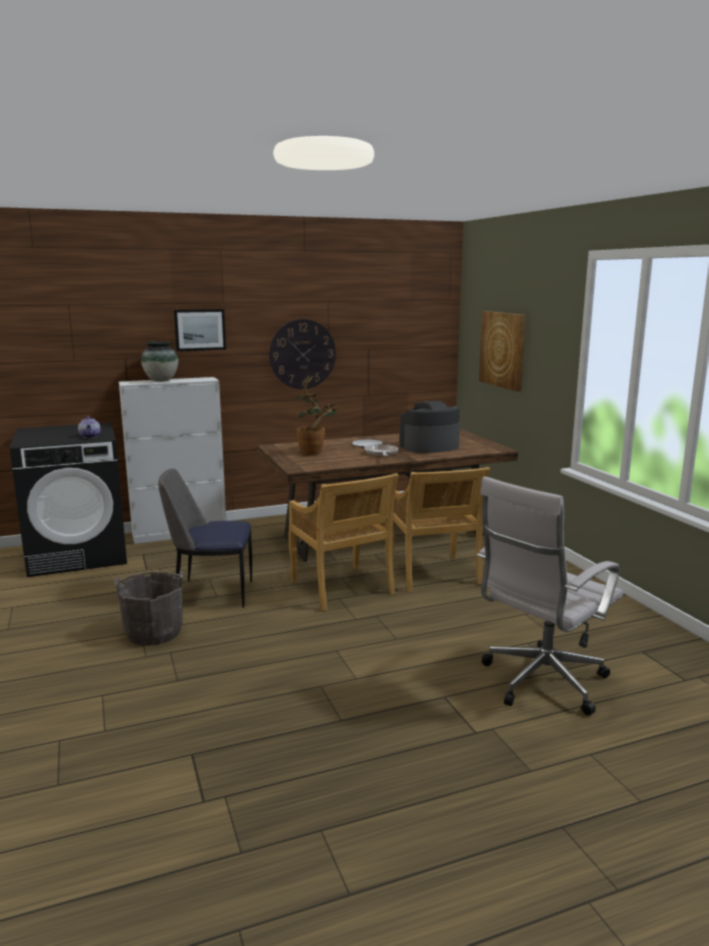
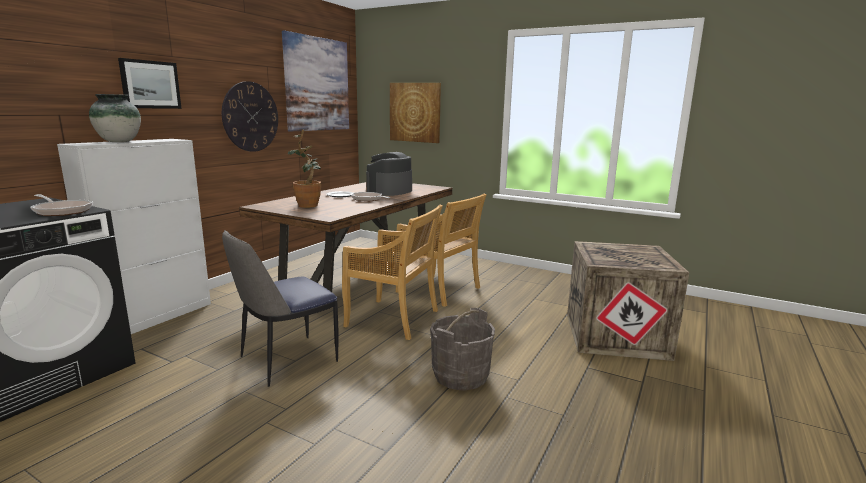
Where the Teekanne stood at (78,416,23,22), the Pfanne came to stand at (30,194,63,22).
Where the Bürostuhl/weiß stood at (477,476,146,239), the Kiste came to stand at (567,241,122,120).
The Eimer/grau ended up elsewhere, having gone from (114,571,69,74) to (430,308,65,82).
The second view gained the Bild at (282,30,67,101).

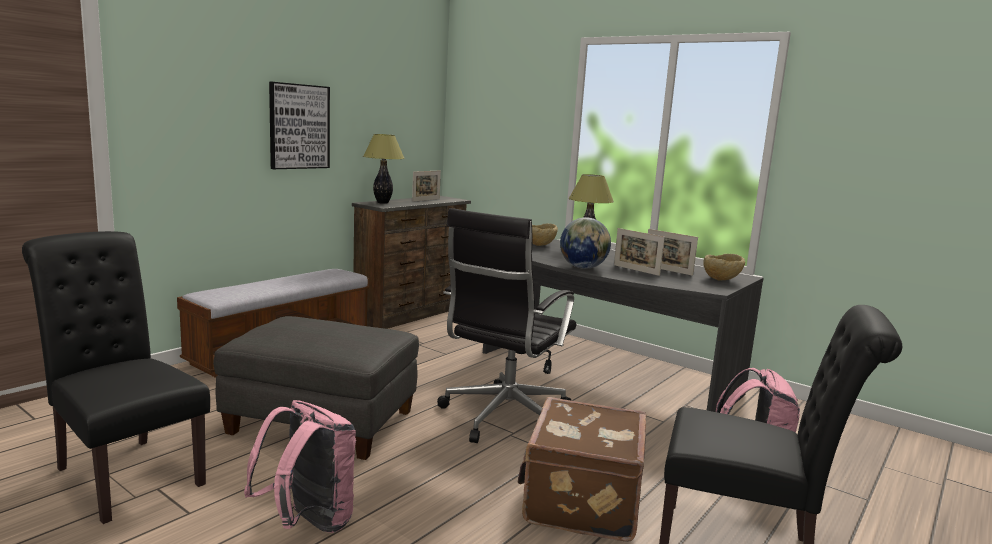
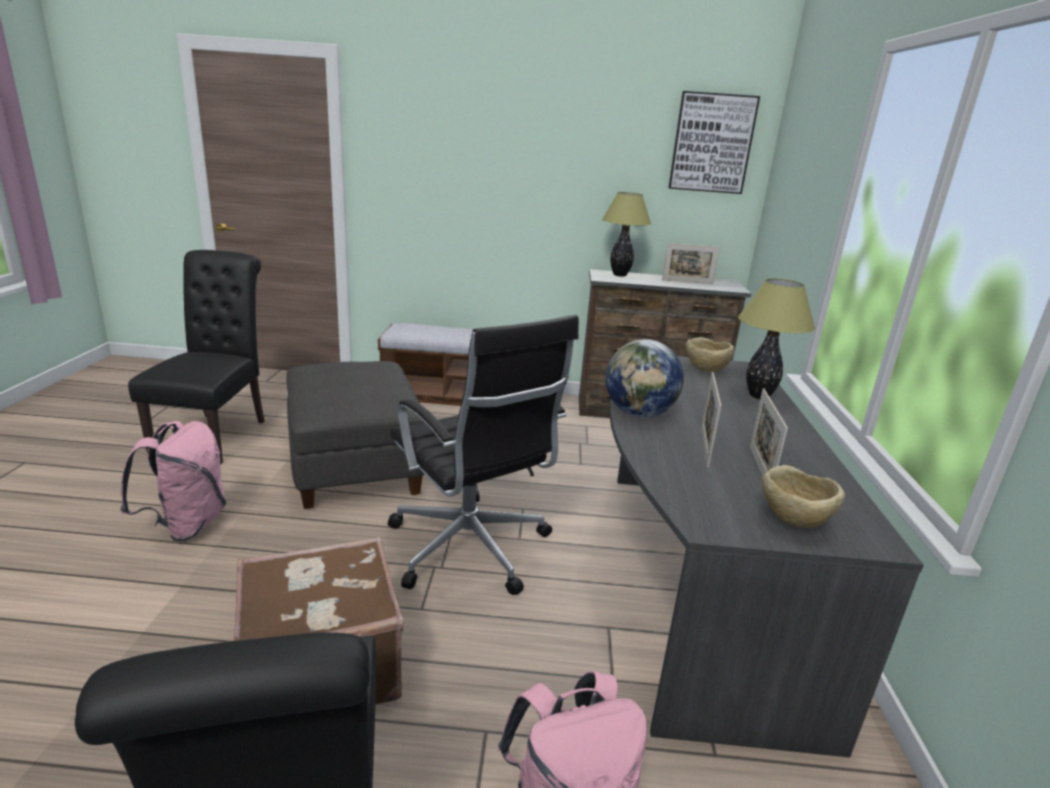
The Bild ended up elsewhere, having gone from (269,82,61,87) to (668,91,92,103).
The Bürostuhl/schwarz at (437,208,139,235) ended up facing another way, 120 degrees counterclockwise from before.

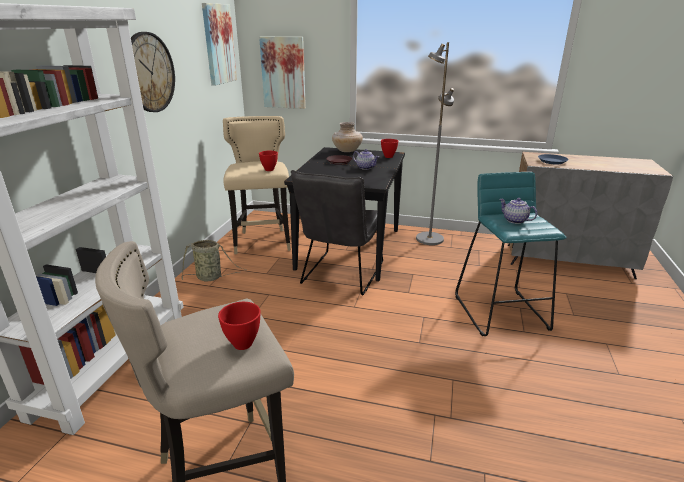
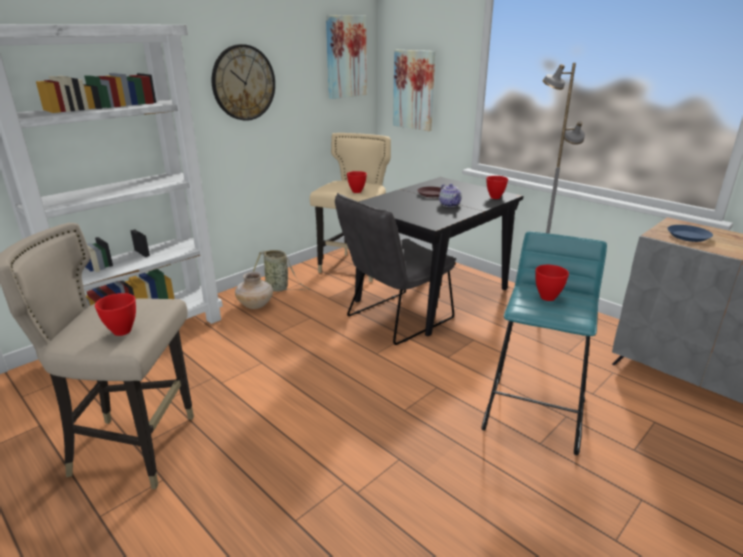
The Vase/beige ended up elsewhere, having gone from (332,122,31,30) to (235,272,38,37).
Where the Teekanne stood at (500,198,37,26), the Schüssel/rot came to stand at (535,265,34,36).

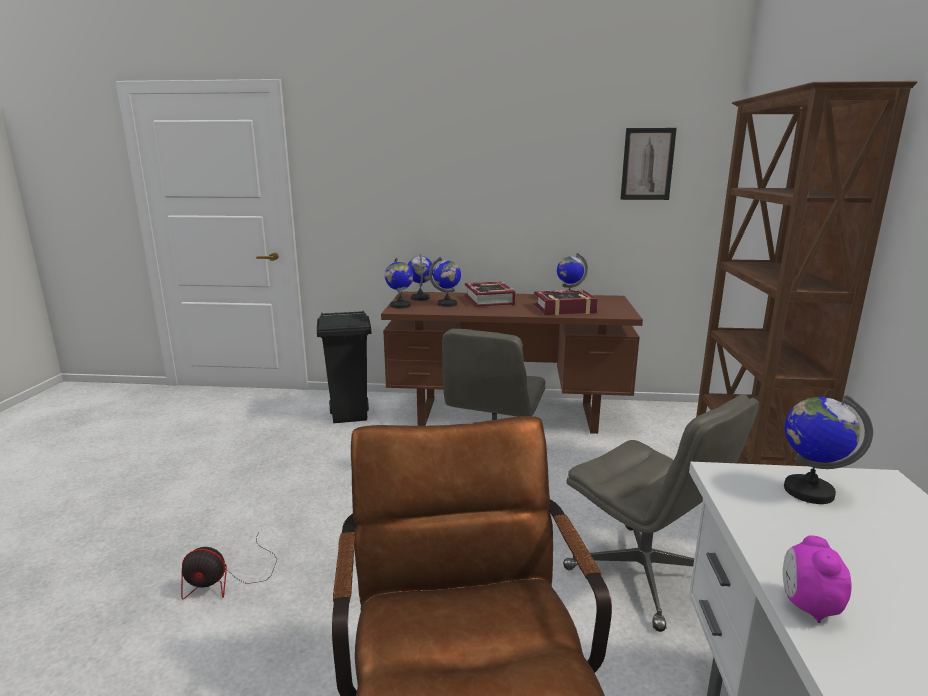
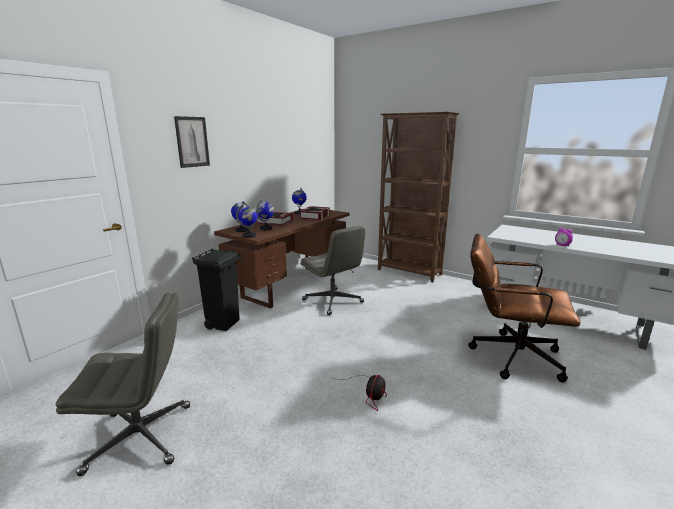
The Bild ended up elsewhere, having gone from (620,128,57,72) to (174,116,36,52).
The Bürostuhl/grau ended up elsewhere, having gone from (563,395,196,237) to (55,293,135,183).
The second view lost the Globus at (784,395,89,109).

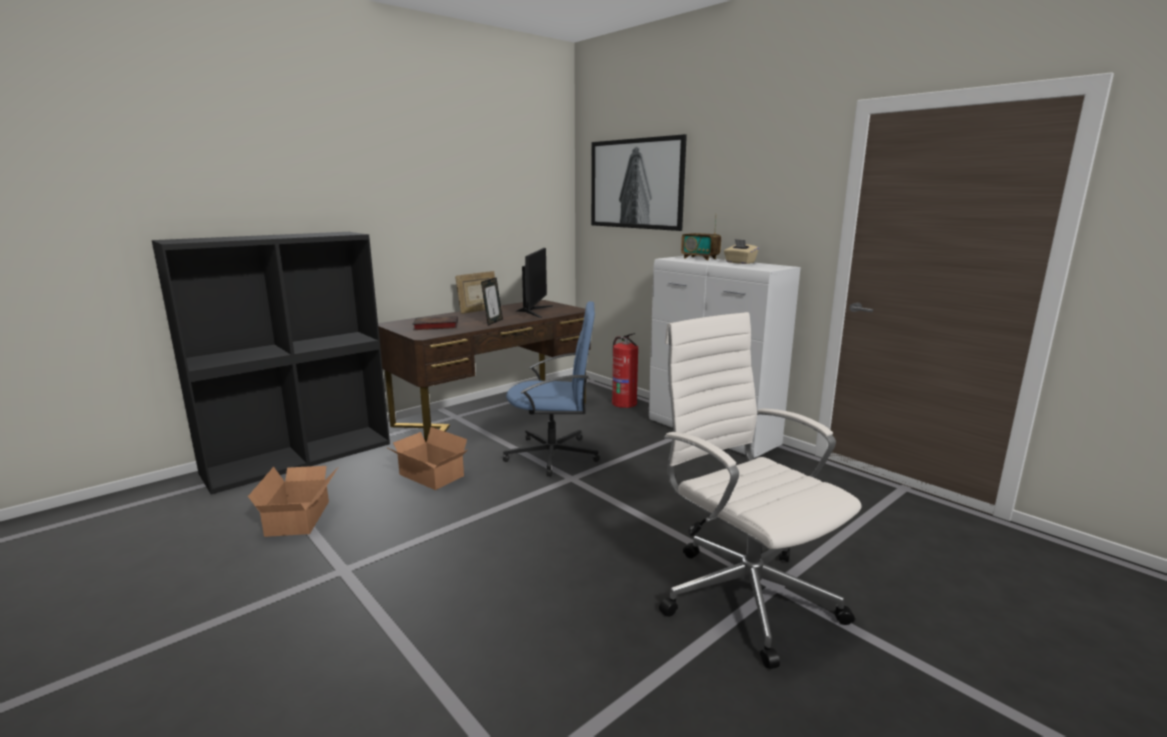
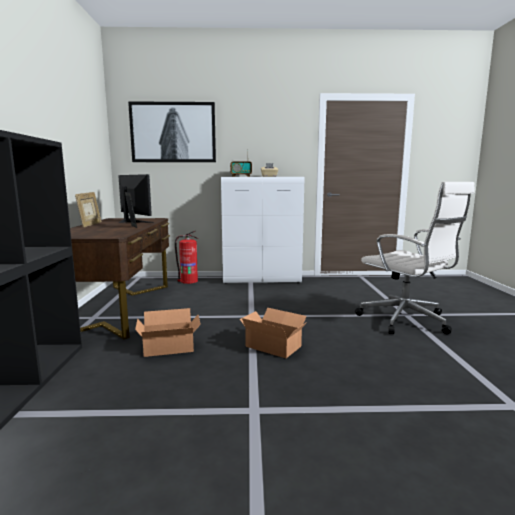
The second view lost the Bürostuhl/blau at (503,301,97,176).
The Bürostuhl/weiß at (659,312,203,357) ended up facing another way, 135 degrees counterclockwise from before.
The second view lost the Buch at (413,316,45,14).
The Karton ended up elsewhere, having gone from (248,466,90,71) to (240,308,67,50).

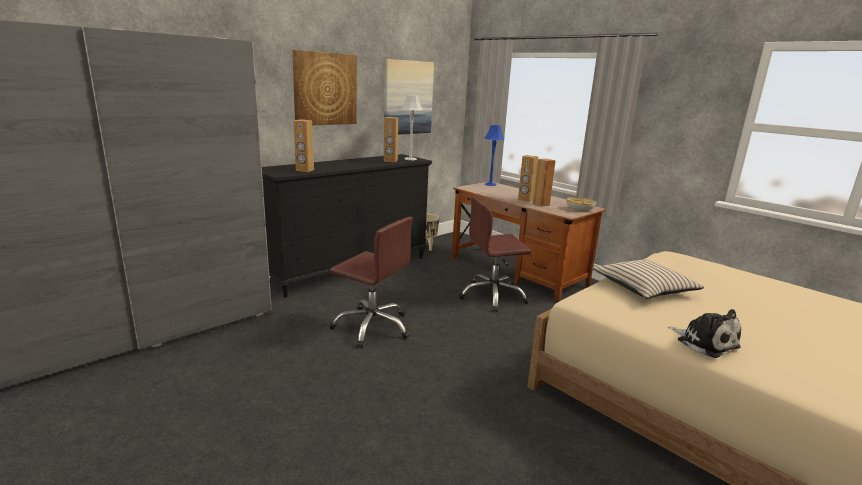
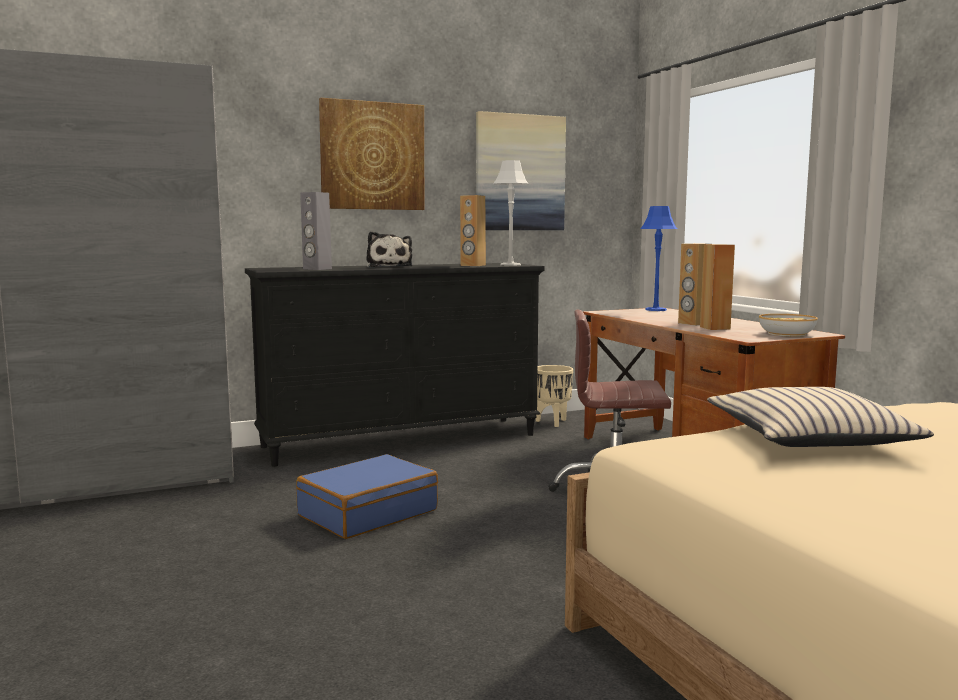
What was the Lautsprecher/braun at (293,119,21,53) turned into the Lautsprecher/grau at (300,192,32,78).
Where the Bürostuhl/braun stood at (329,217,84,131), the Koffer/blau came to stand at (296,454,142,85).
The Plüschtier ended up elsewhere, having gone from (668,309,73,49) to (366,231,46,36).

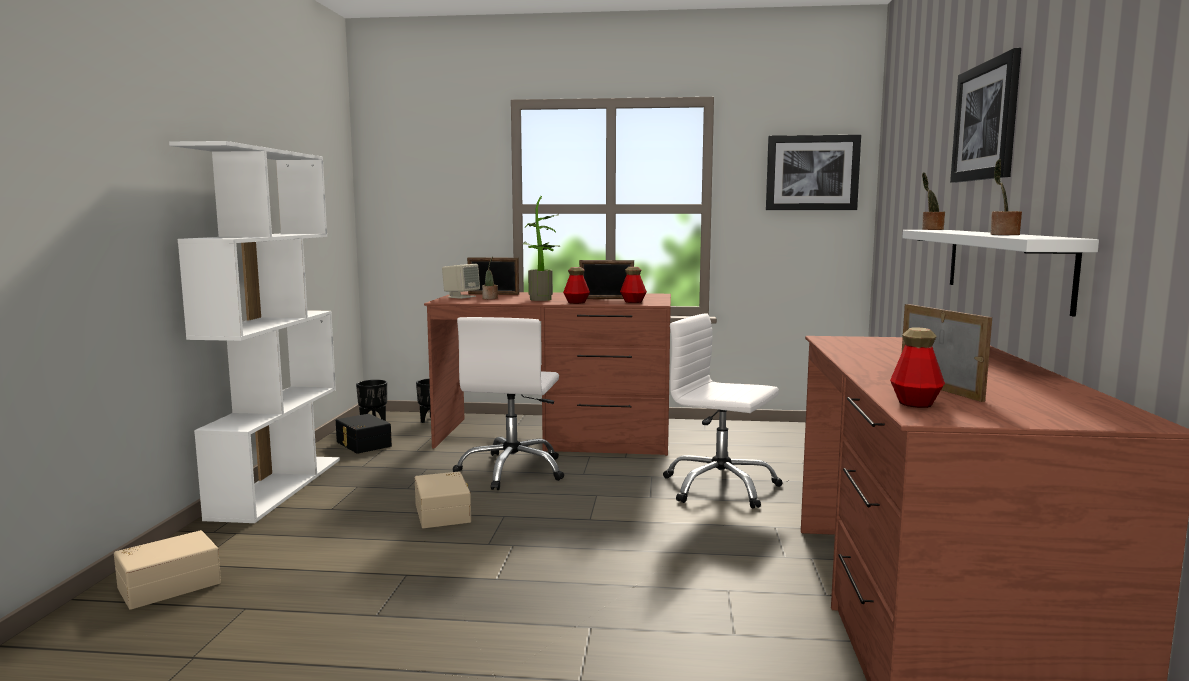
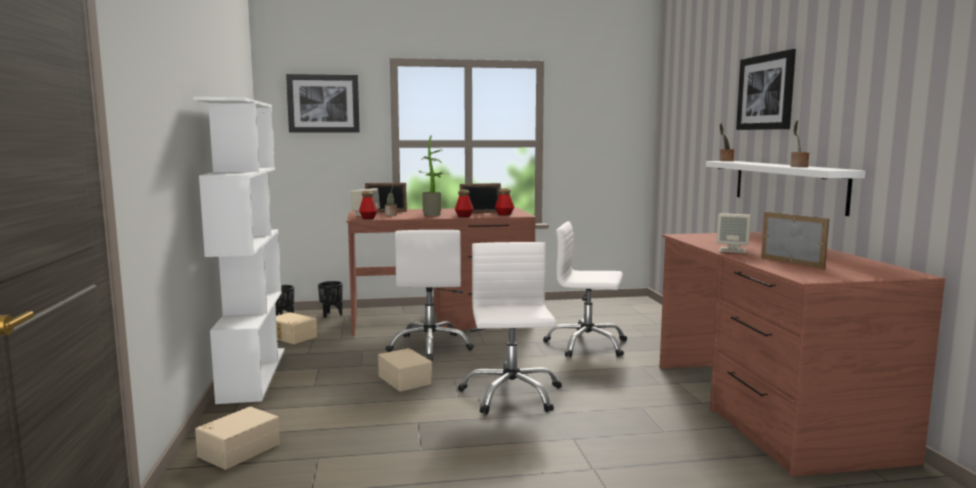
The Bild ended up elsewhere, having gone from (766,135,95,75) to (286,74,74,59).
The Flasche ended up elsewhere, having gone from (890,328,55,80) to (359,191,19,28).
What was the Aufbewahrungsbox/schwarz at (336,414,56,40) turned into the Aufbewahrungsbox/beige at (276,312,41,32).
The second view gained the Lautsprecher/beige at (716,213,35,40).
The second view gained the Bürostuhl/weiß at (458,242,104,172).

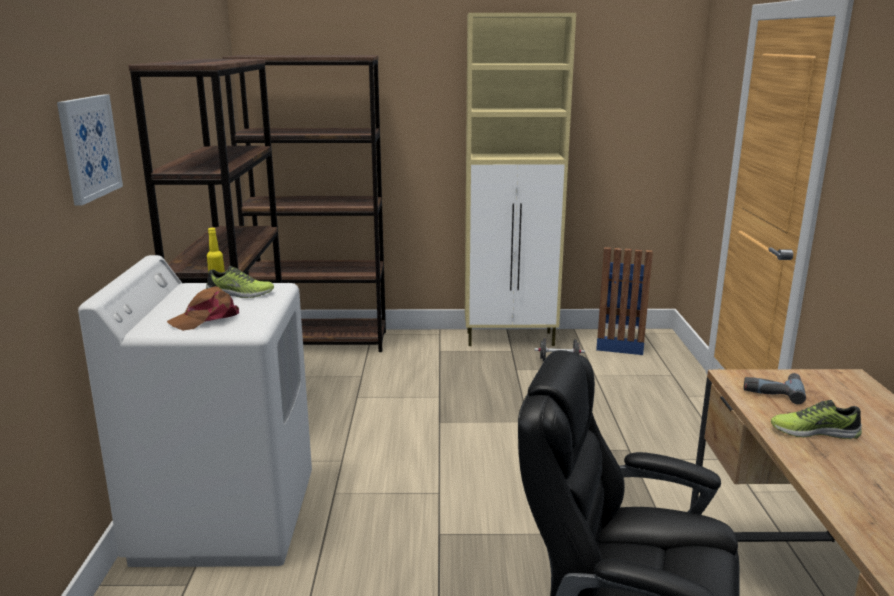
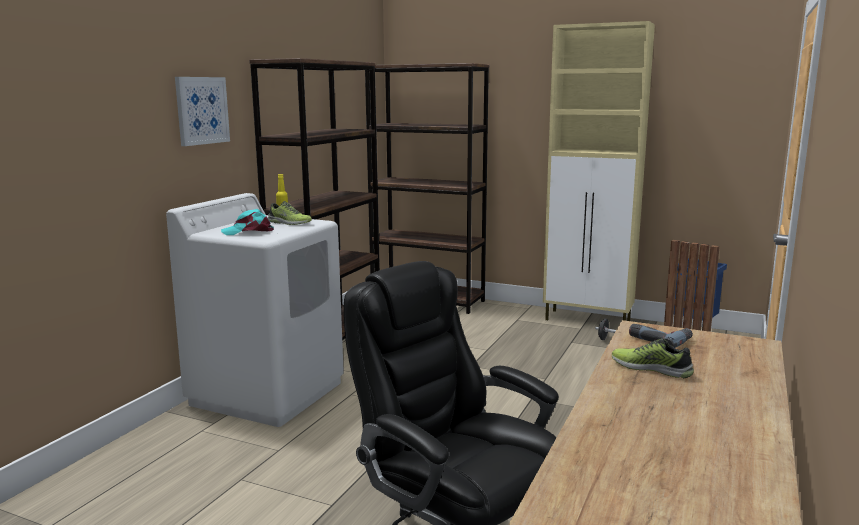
What was the Kappe/braun at (167,286,72,45) turned into the Kappe/türkis at (221,209,53,26).

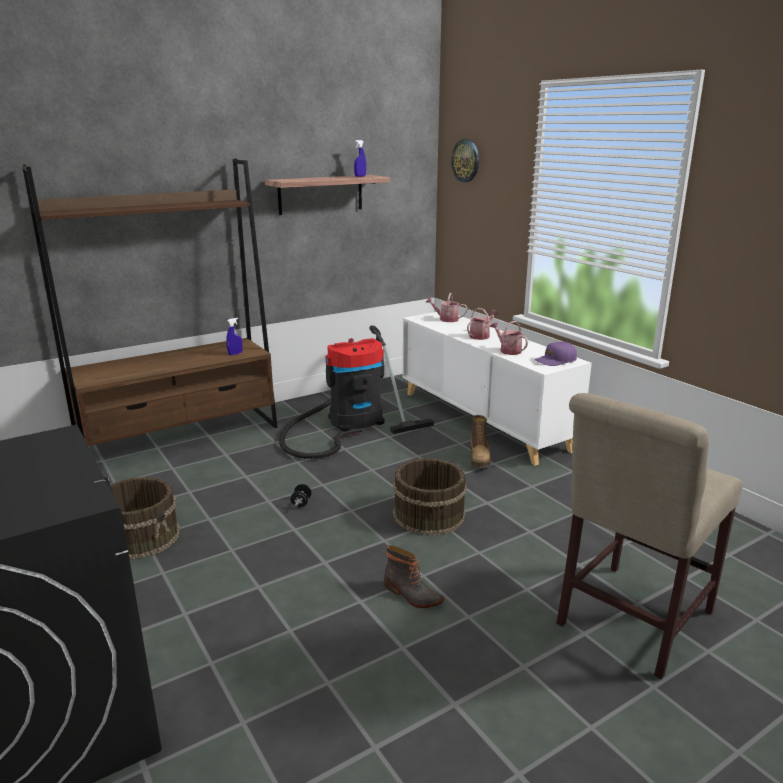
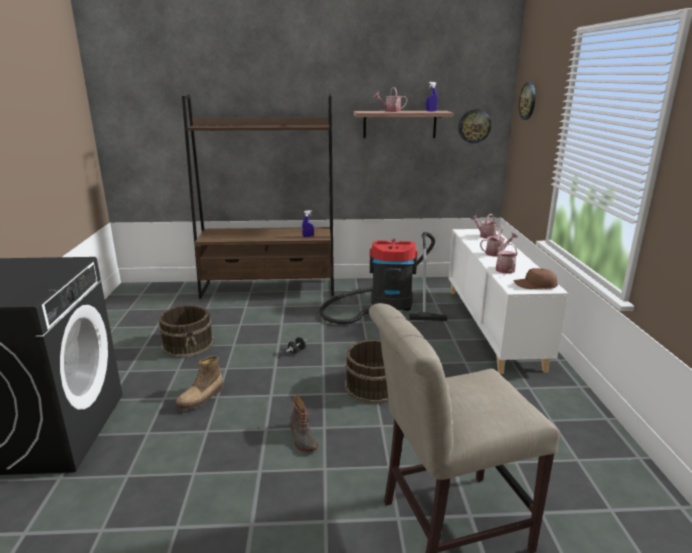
What was the Kappe/lila at (535,342,42,24) turned into the Kappe/braun at (514,268,44,21).
The Stiefel ended up elsewhere, having gone from (471,415,20,53) to (175,356,48,54).
The second view gained the Gießkanne at (373,87,34,25).
The second view gained the Wanduhr at (458,109,33,34).

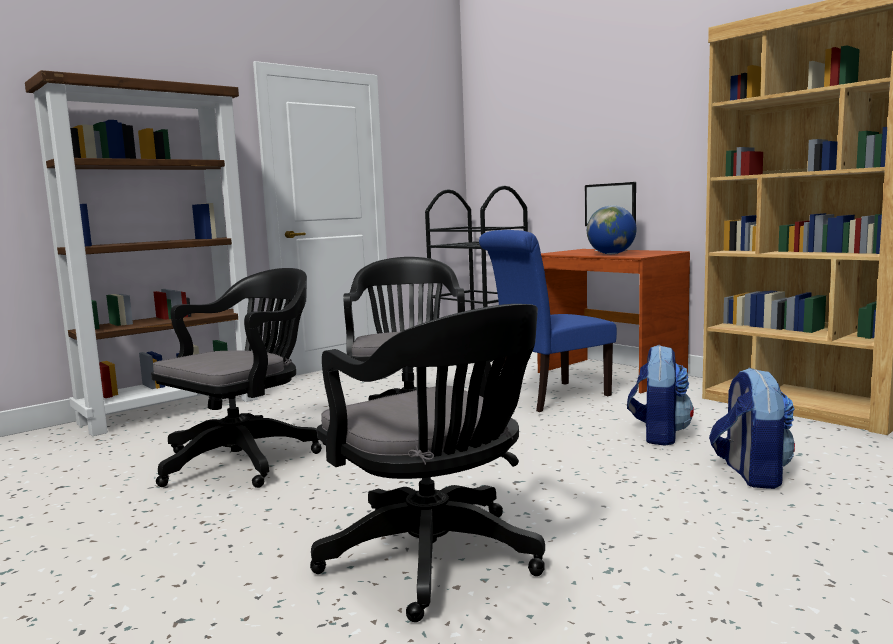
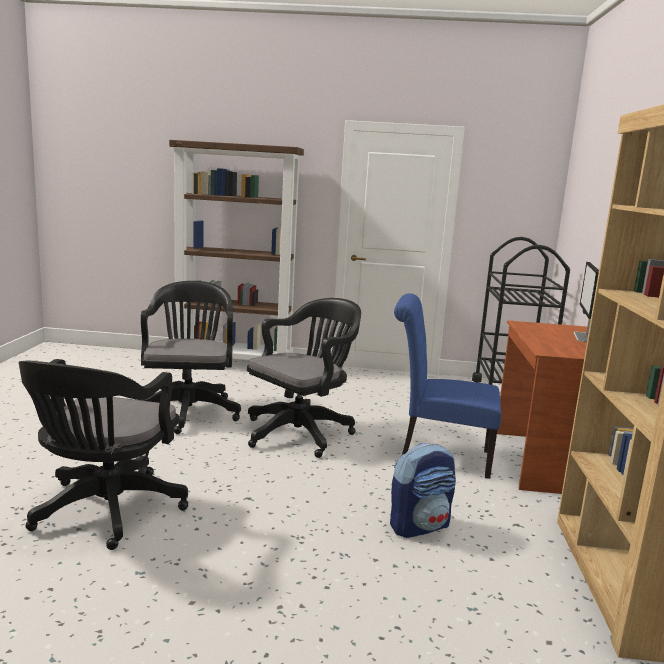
The second view lost the Globus at (587,205,49,49).
The Bürostuhl/schwarz at (151,268,171,220) ended up facing another way, 90 degrees counterclockwise from before.
The second view lost the Rucksack at (709,368,86,121).

